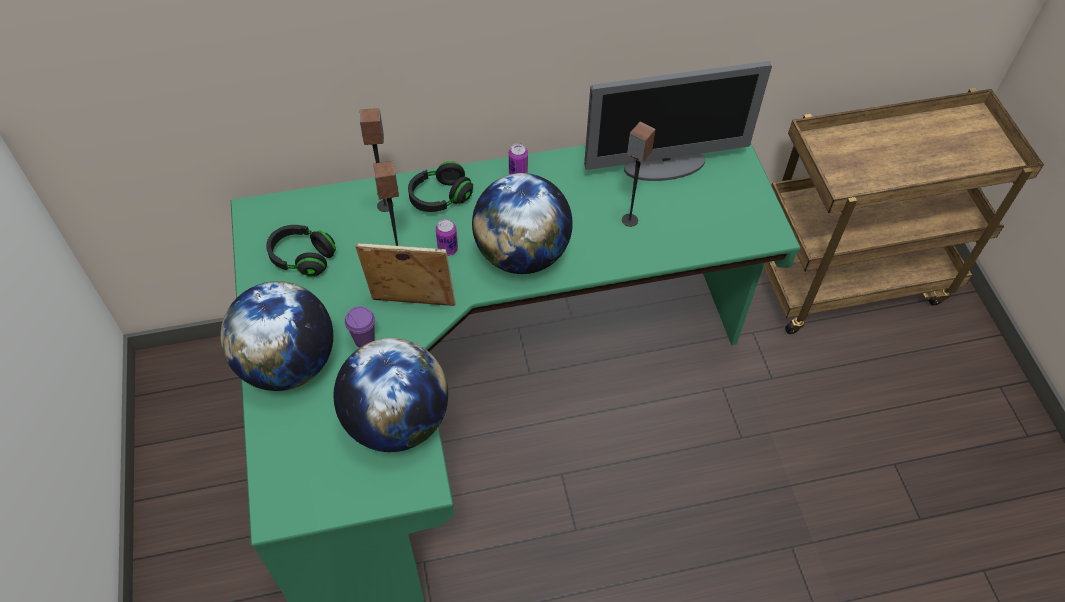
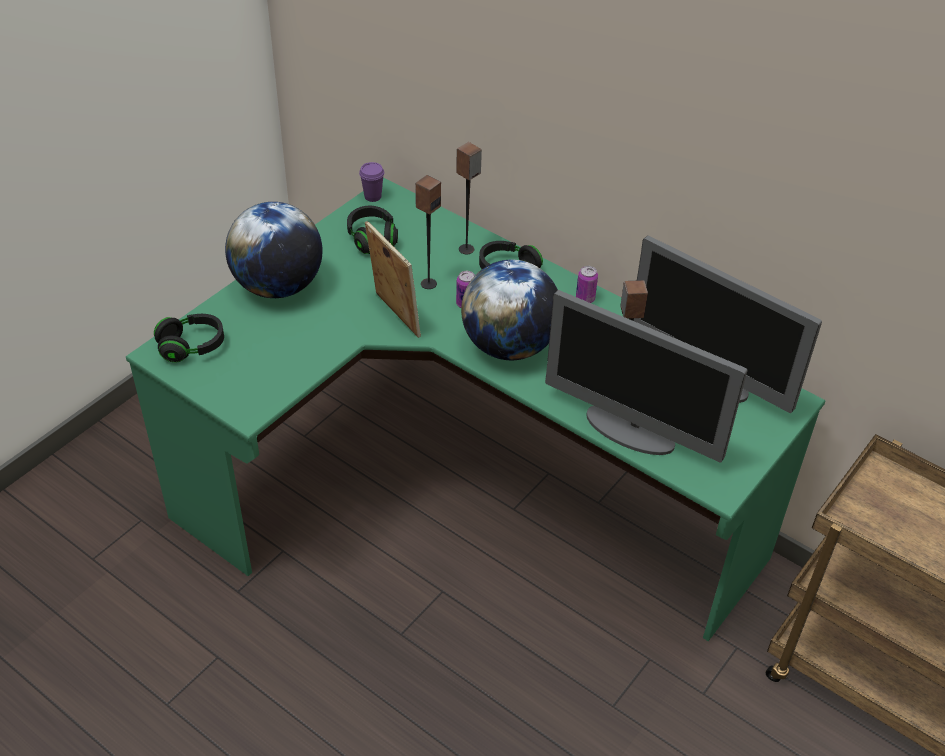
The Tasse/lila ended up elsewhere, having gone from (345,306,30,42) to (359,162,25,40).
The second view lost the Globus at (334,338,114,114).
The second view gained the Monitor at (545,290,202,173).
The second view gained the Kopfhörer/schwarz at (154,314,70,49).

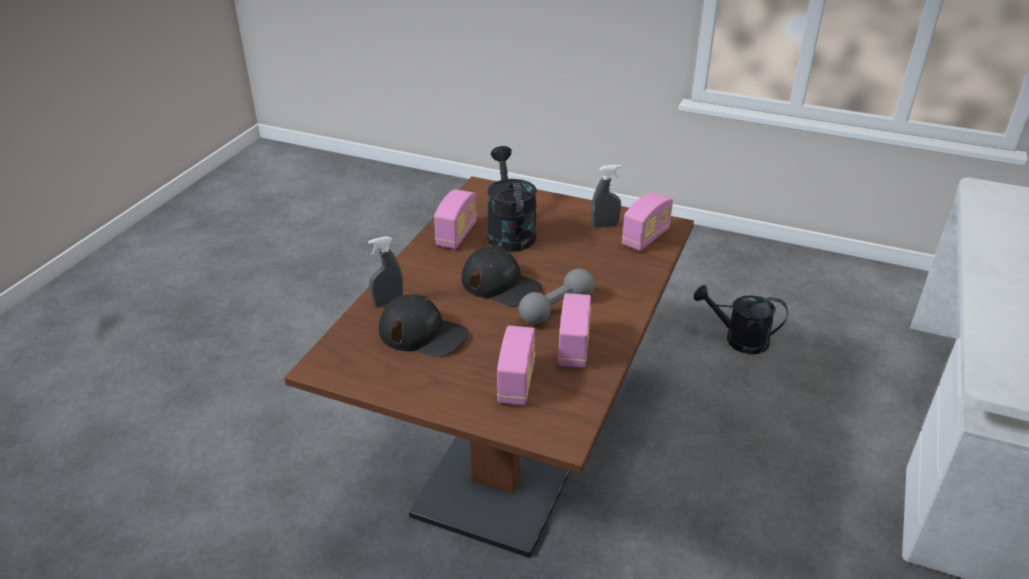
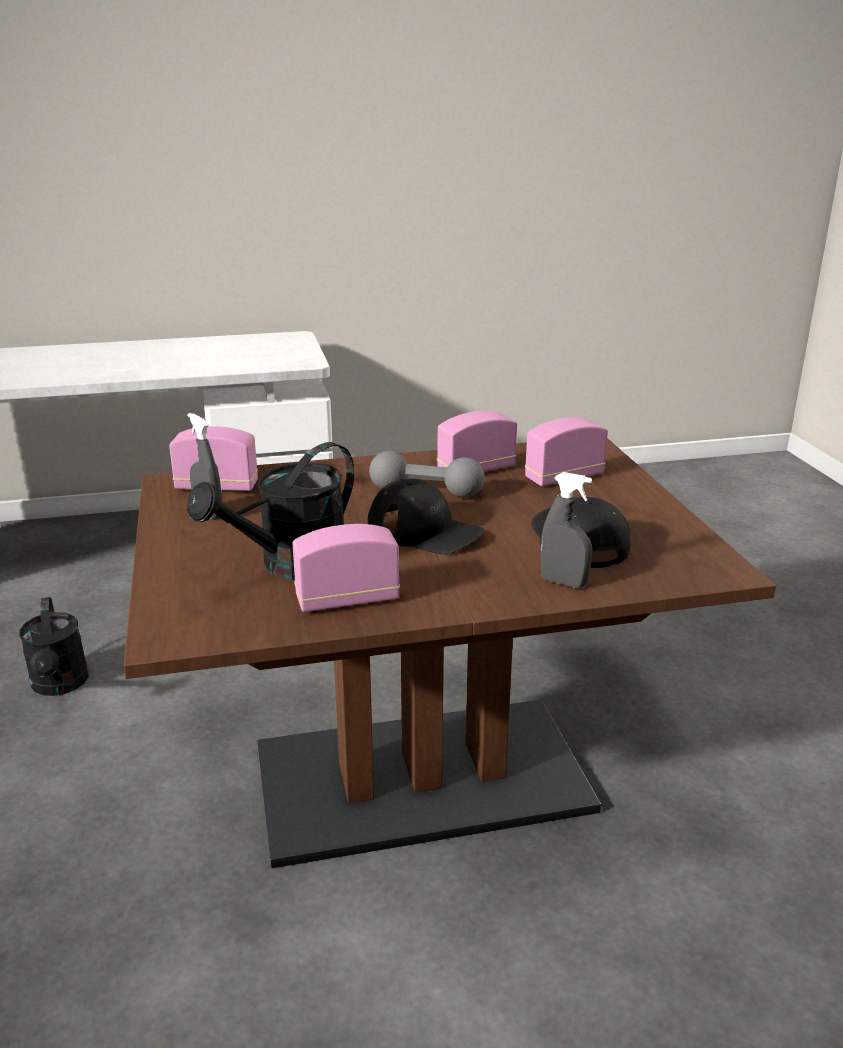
The Kappe/schwarz at (462,246,80,60) ended up facing another way, 120 degrees clockwise from before.

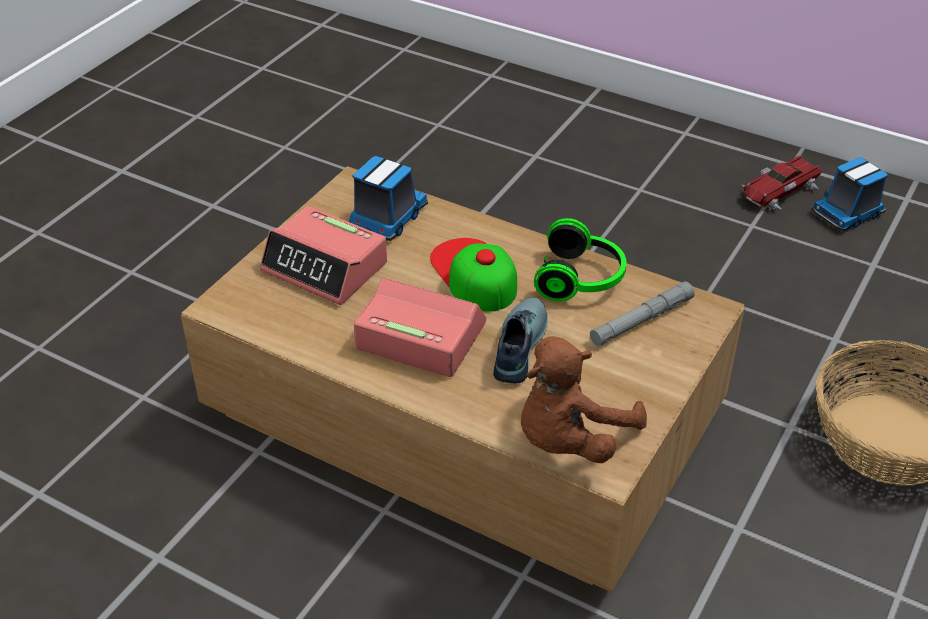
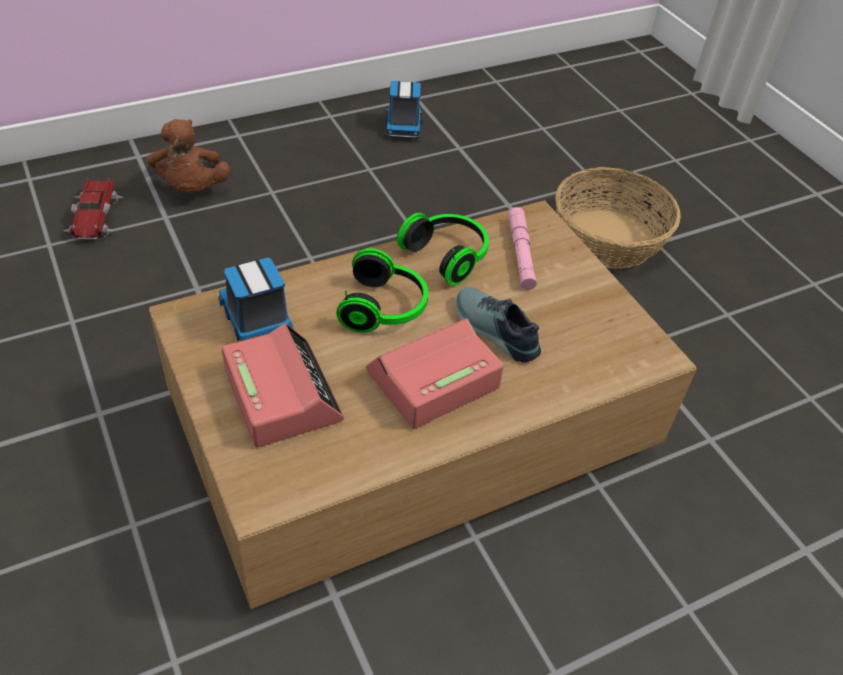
The Spielzeugauto ended up elsewhere, having gone from (742,155,81,56) to (63,179,61,60).
The Wecker at (260,206,127,99) ended up facing another way, 90 degrees counterclockwise from before.
Where the Kappe stood at (430,238,87,74), the Kopfhörer came to stand at (336,248,92,85).
What was the Taschenlampe/grau at (590,281,105,65) turned into the Taschenlampe/rosa at (508,207,29,83).
The Plüschtier/braun ended up elsewhere, having gone from (521,336,126,127) to (147,119,83,74).

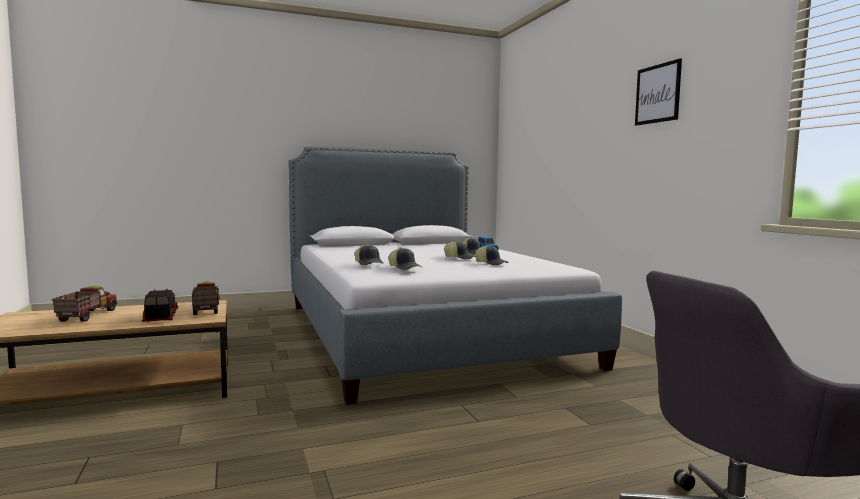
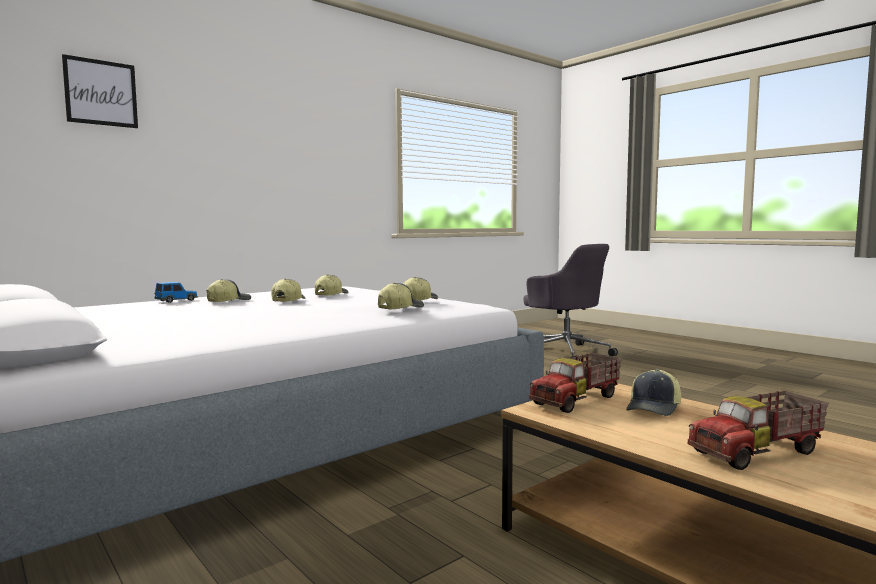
The Bild ended up elsewhere, having gone from (635,58,47,68) to (62,54,76,74).
Where the Spielzeuglaster stood at (142,289,37,33), the Kappe came to stand at (626,369,55,47).

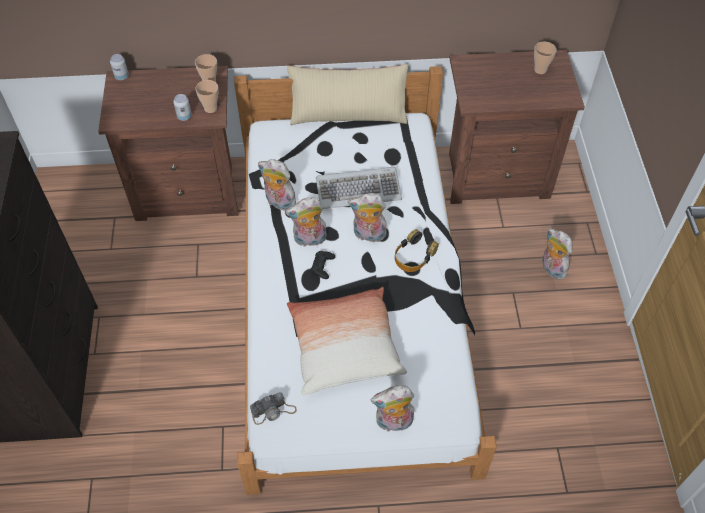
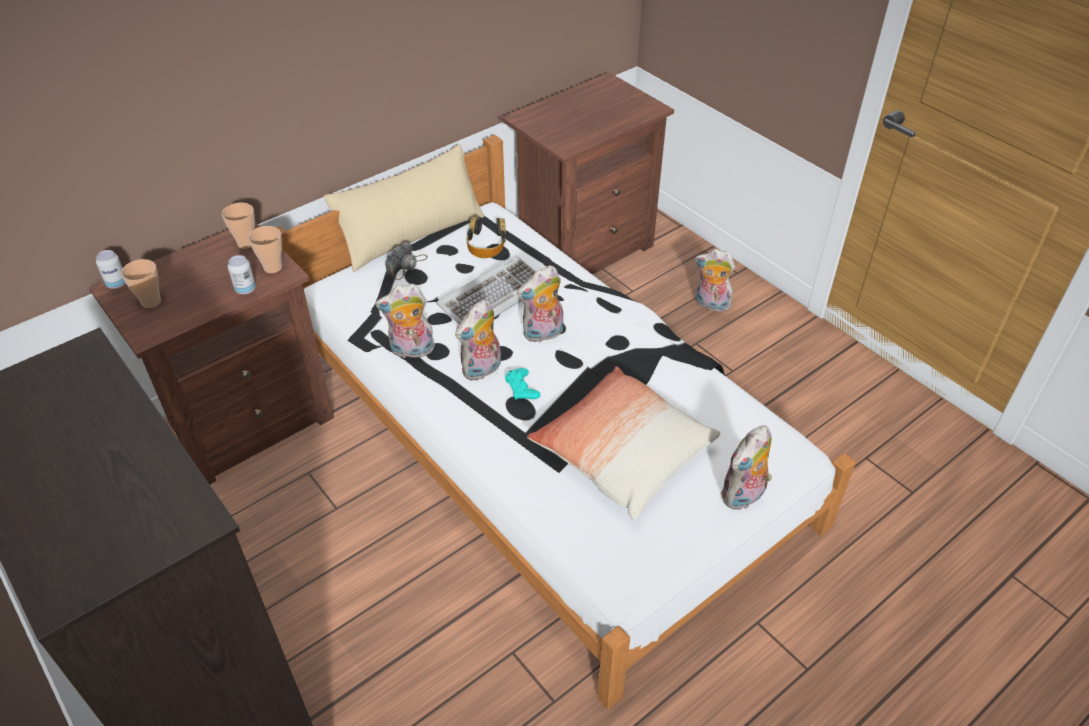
The Tasse ended up elsewhere, having gone from (534,42,23,32) to (121,259,40,49).
The Kopfhörer ended up elsewhere, having gone from (395,229,44,43) to (466,217,40,41).
What was the Gamepad/schwarz at (310,251,25,28) turned into the Gamepad/türkis at (505,368,35,32).
The Kamera ended up elsewhere, having gone from (250,392,47,33) to (385,242,43,38).

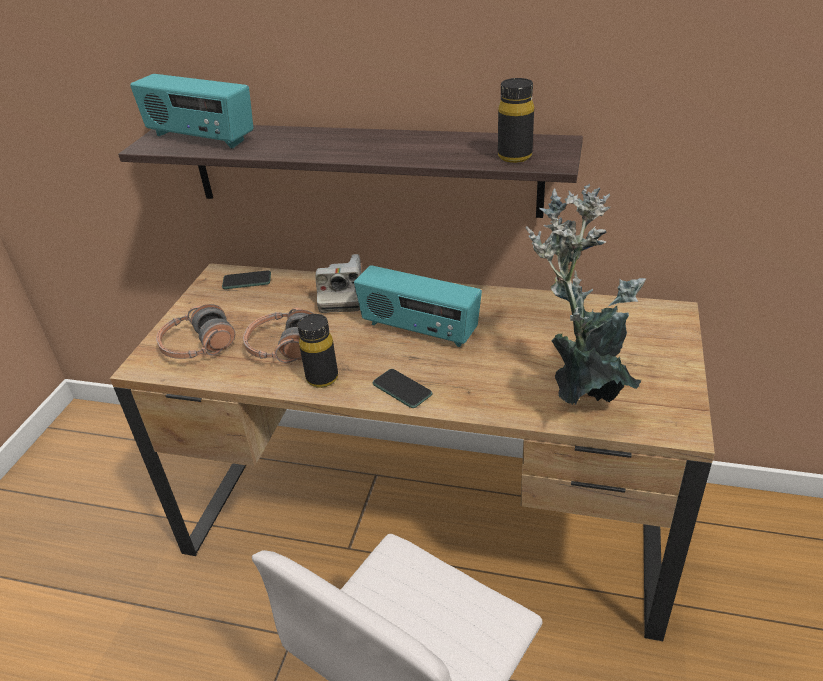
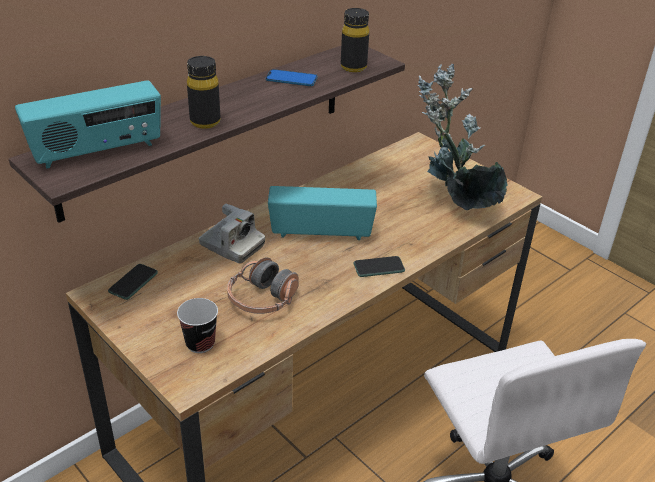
The Radio at (354,265,128,82) ended up facing another way, 150 degrees counterclockwise from before.
Where the Kopfhörer stood at (156,304,79,55), the Tasse came to stand at (177,298,41,55).
The Flasche/schwarz ended up elsewhere, having gone from (298,314,40,74) to (187,56,33,73).
The second view gained the Handy at (266,69,51,17).

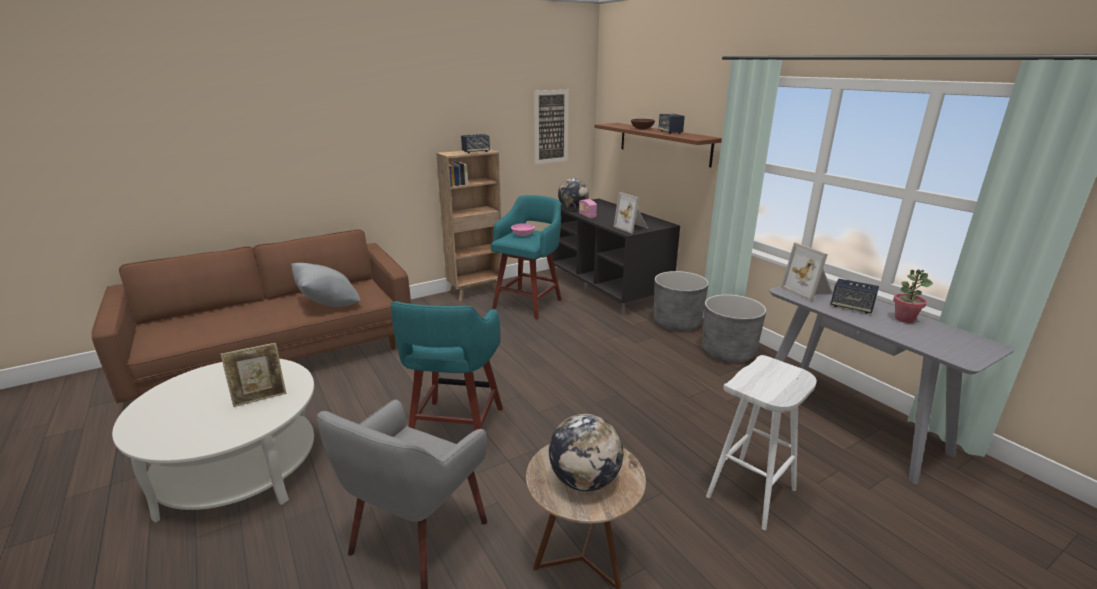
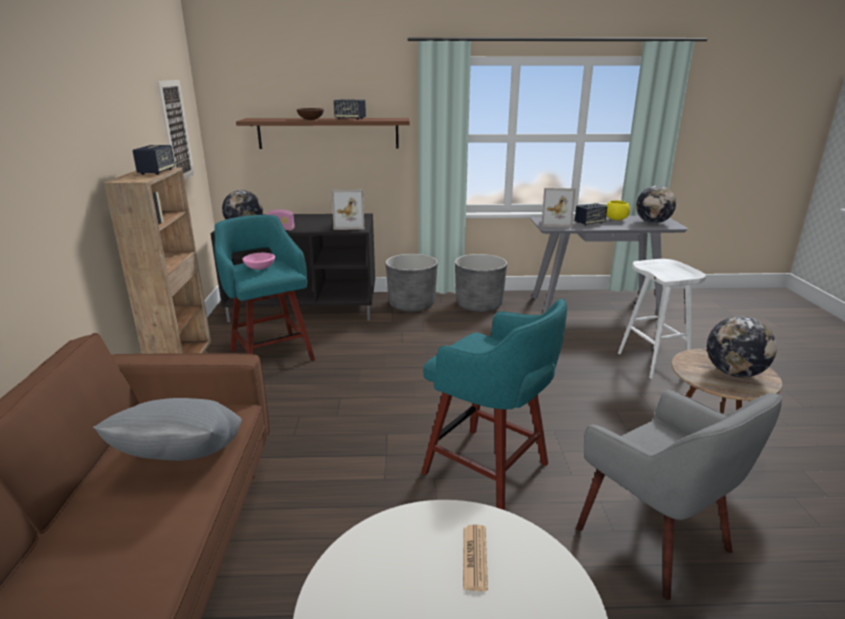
Where the Topfpflanze stood at (893,270,40,53), the Schüssel/gelb came to stand at (606,200,24,20).
Where the Bilderrahmen stood at (221,343,66,64), the Zeitung came to stand at (463,525,25,66).
The second view gained the Globus at (636,186,40,37).

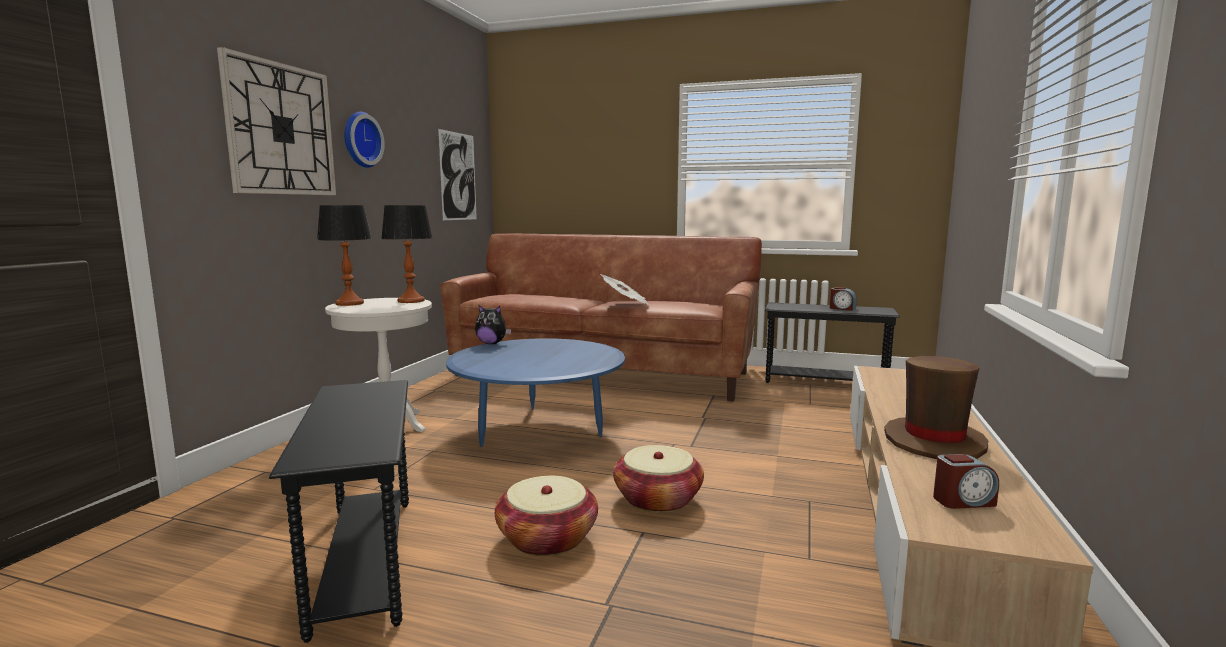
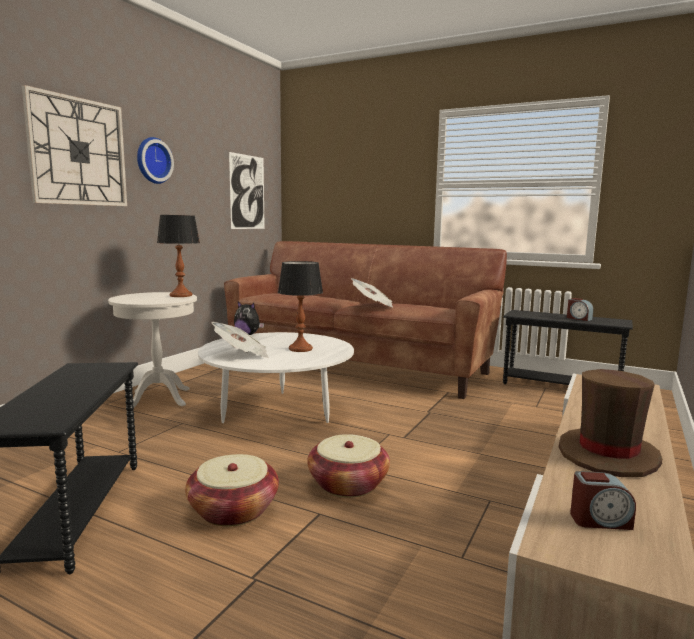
The Tischlampe ended up elsewhere, having gone from (317,205,55,101) to (278,261,45,91).
What was the Couchtisch/blau at (446,338,179,109) turned into the Couchtisch/weiß at (198,332,156,91).
The second view gained the Zeitung at (211,322,57,36).

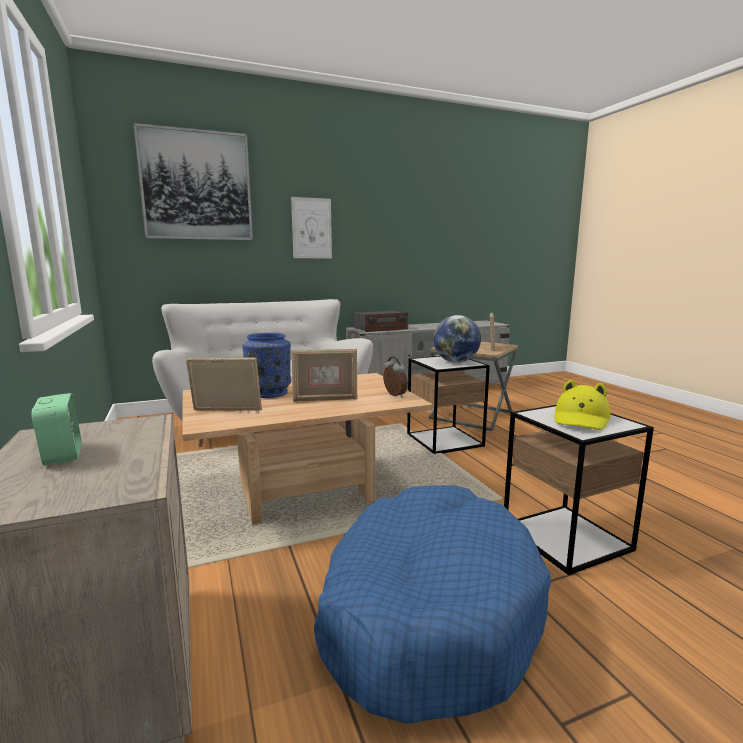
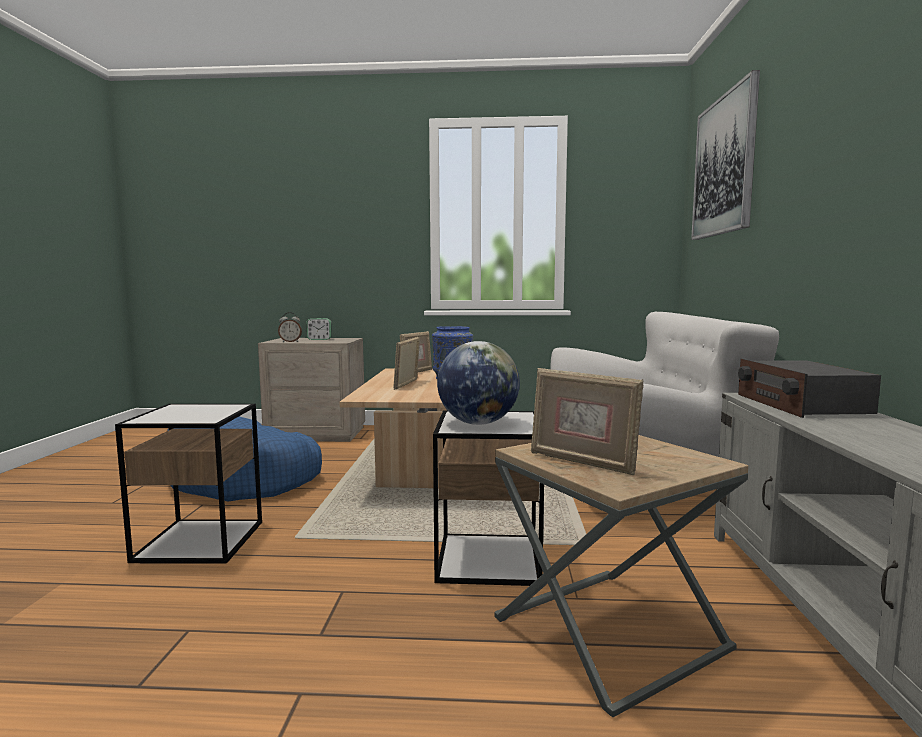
The second view lost the Bild at (291,197,41,61).
The Wecker ended up elsewhere, having gone from (383,356,25,41) to (278,312,24,30).
The second view lost the Hut/gelb at (554,379,57,51).

